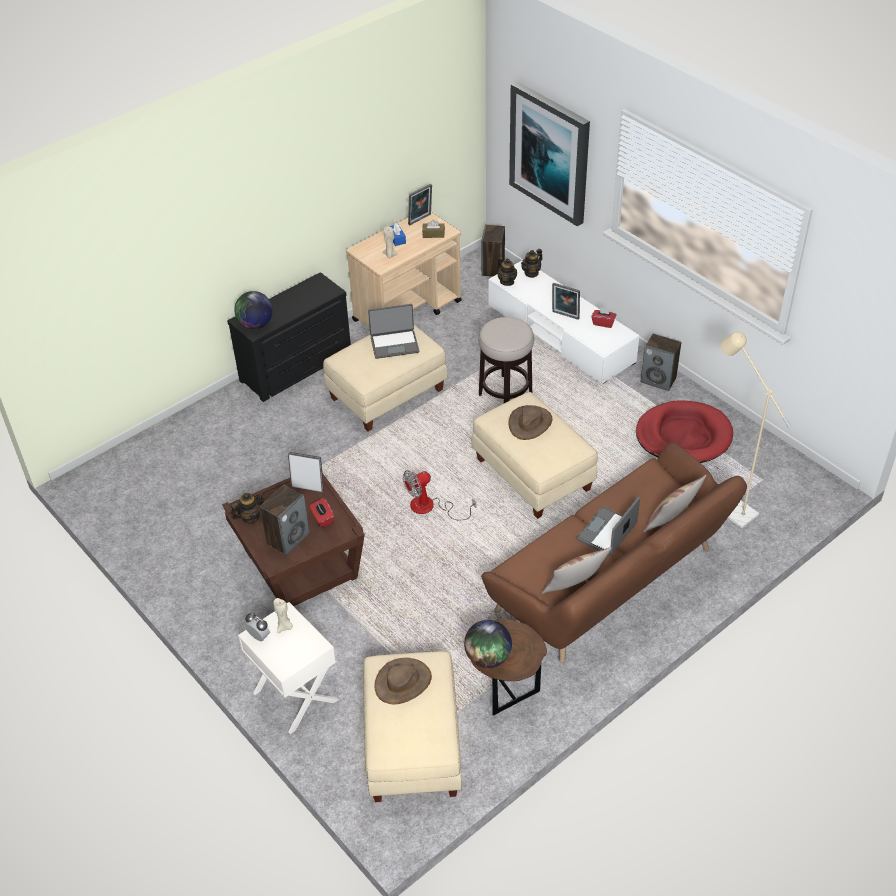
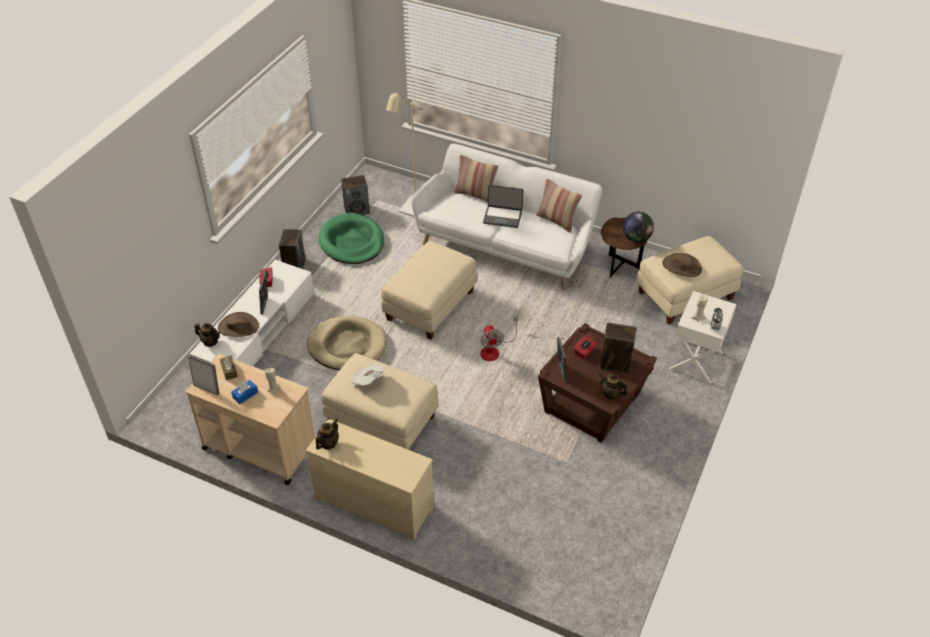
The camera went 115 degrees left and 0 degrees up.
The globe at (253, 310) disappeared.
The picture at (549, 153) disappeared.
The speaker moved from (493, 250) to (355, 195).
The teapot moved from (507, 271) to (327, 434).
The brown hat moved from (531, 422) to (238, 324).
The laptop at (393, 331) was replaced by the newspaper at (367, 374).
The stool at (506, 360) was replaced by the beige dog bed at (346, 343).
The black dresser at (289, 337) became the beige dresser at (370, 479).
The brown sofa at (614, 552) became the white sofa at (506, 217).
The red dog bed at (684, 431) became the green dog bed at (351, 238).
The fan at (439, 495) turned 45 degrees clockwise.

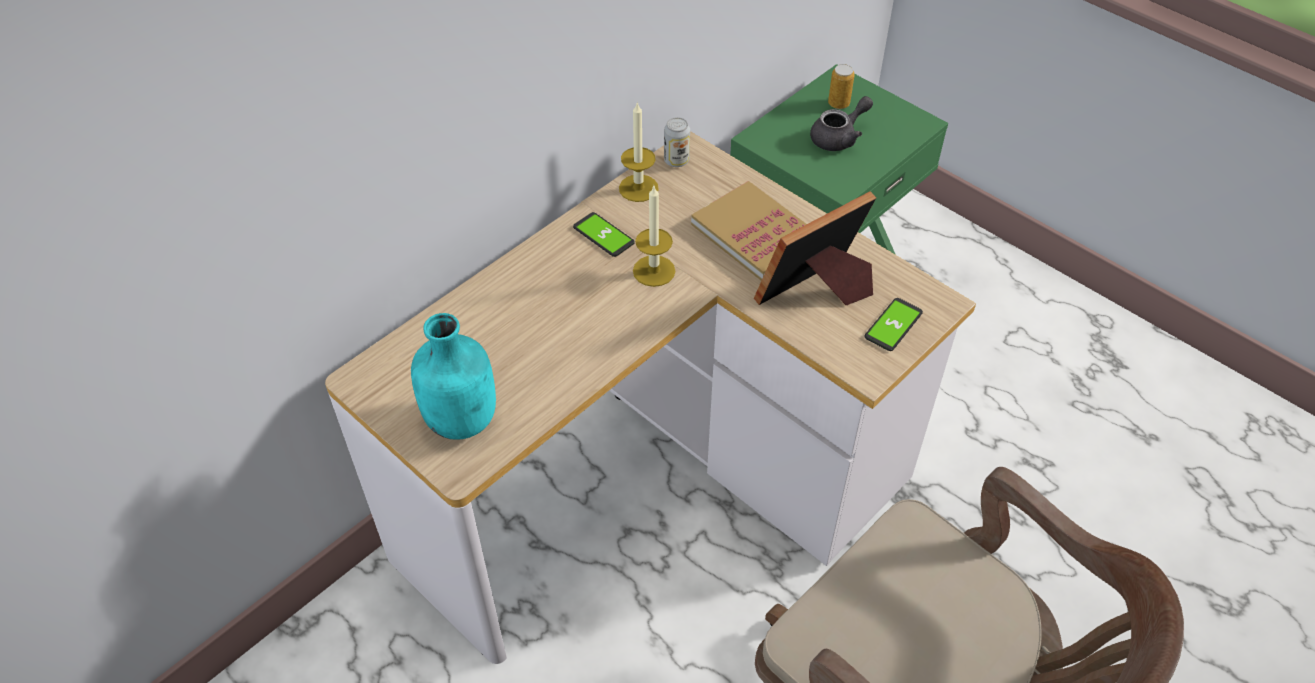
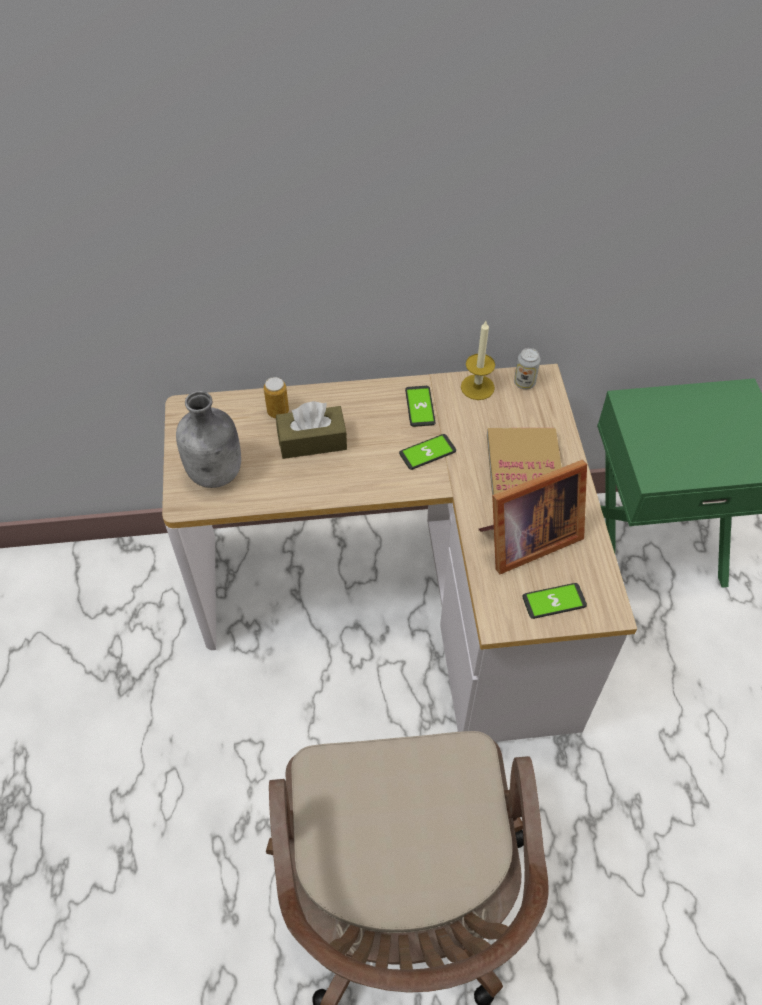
The camera went 40 degrees right and 5 degrees up.
The grey teapot at (841, 123) disappeared.
The brown tissue box at (311, 430) appeared.
The can moved from (841, 86) to (276, 397).
The candle at (654, 236) was replaced by the phone at (427, 452).
The turquoise bottle at (453, 376) became the grey bottle at (208, 439).
The picture frame at (815, 248) turned 150 degrees clockwise.

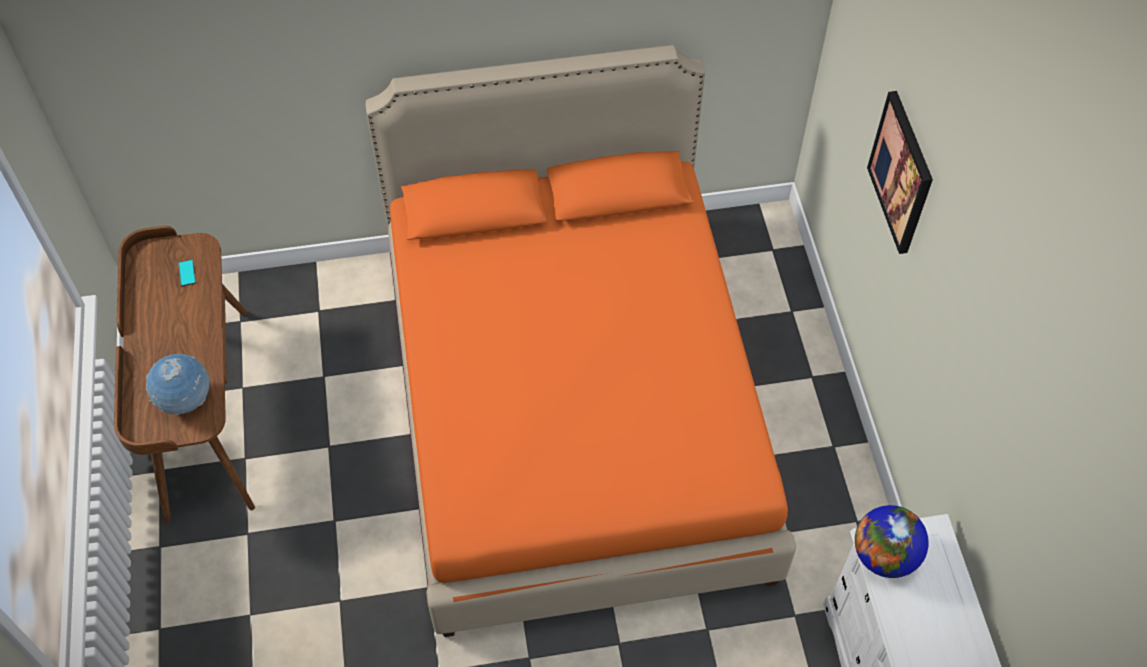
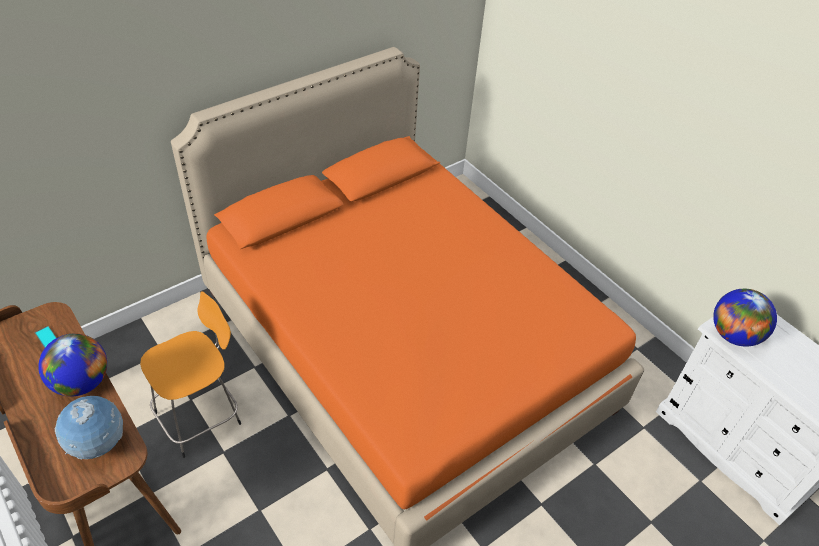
The camera went 30 degrees left and 10 degrees down.
The picture at (900, 172) disappeared.
The globe at (72, 365) appeared.
The orange stool at (190, 374) appeared.

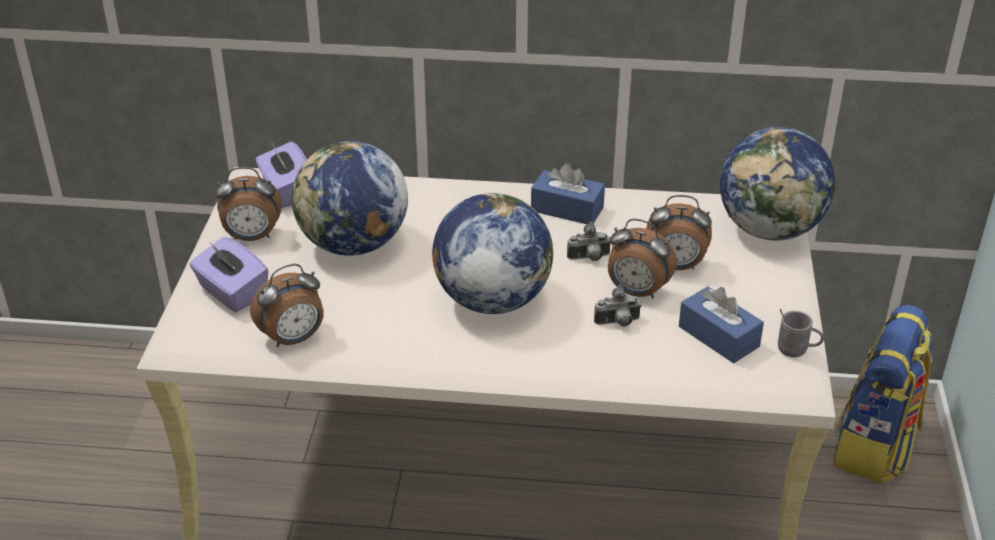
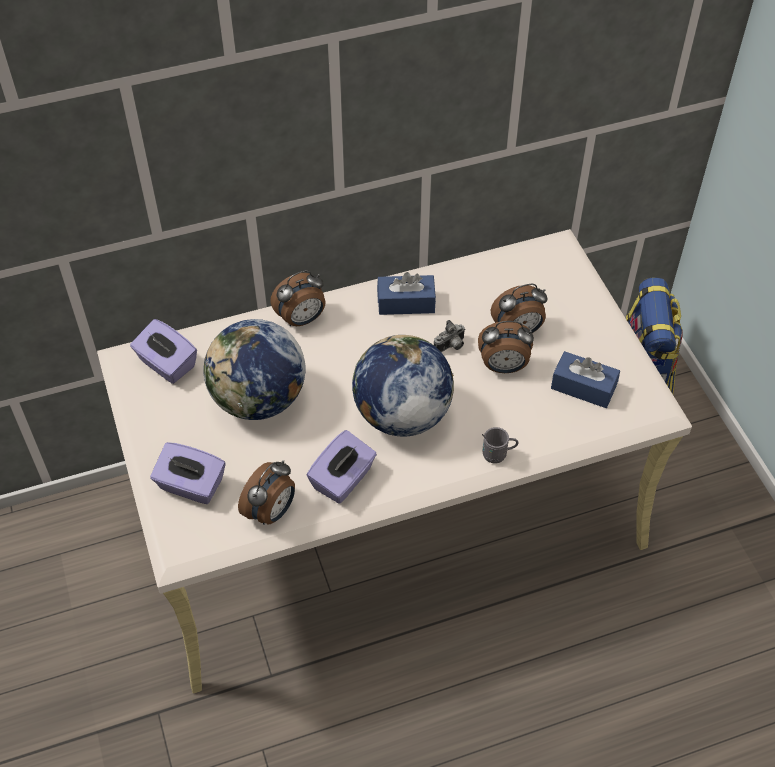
The camera went 25 degrees left and 15 degrees up.
The photo camera at (618, 306) disappeared.
The globe at (777, 184) disappeared.
The purple tissue box at (342, 467) appeared.
The alarm clock moved from (248, 204) to (298, 298).
The grey mug moved from (801, 333) to (500, 445).

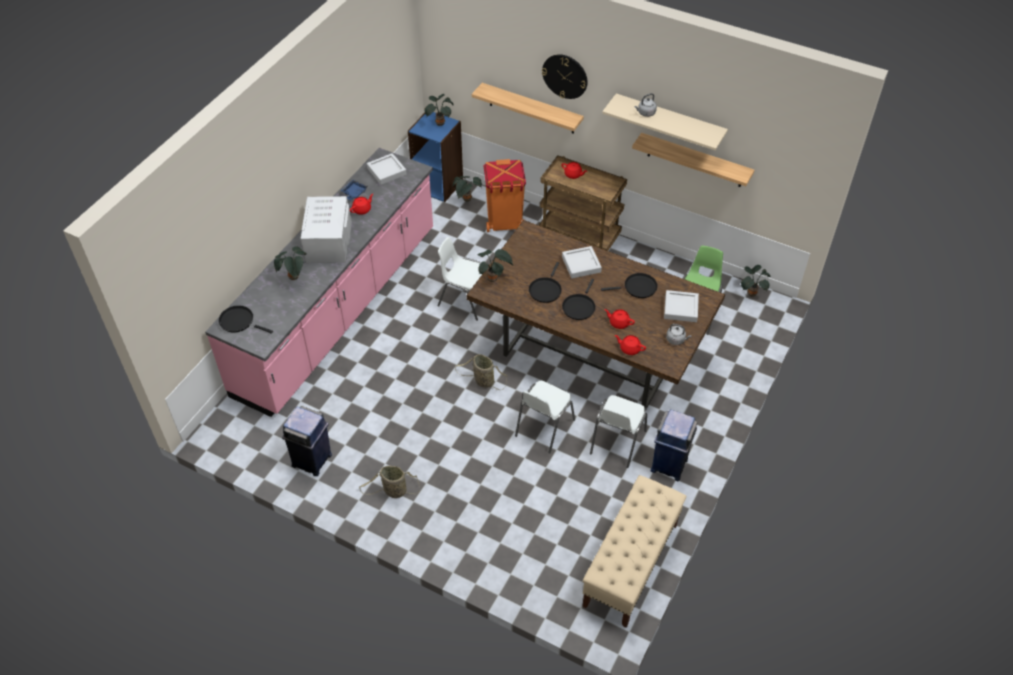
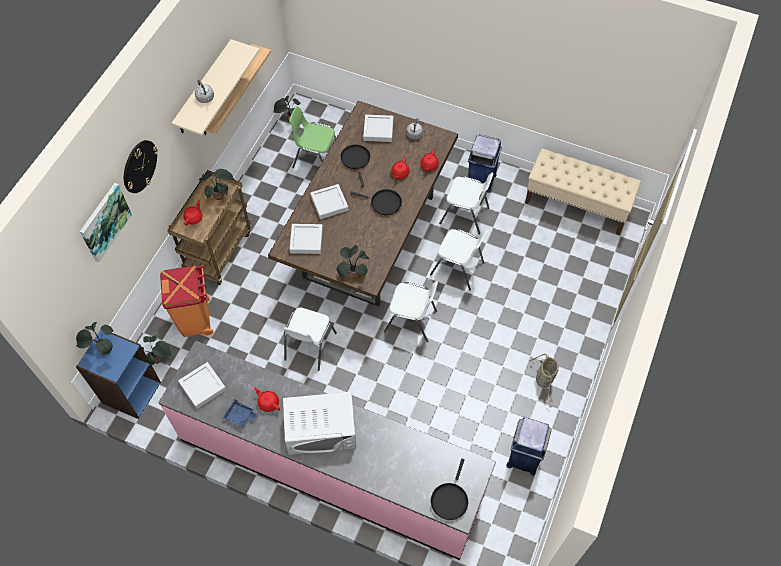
The camera went 95 degrees left and 10 degrees up.
The shelf at (528, 108) disappeared.
The black frying pan at (545, 282) disappeared.
The picture at (106, 222) appeared.
The grey tray at (306, 239) appeared.
The potted plant moved from (290, 263) to (217, 184).
The basket at (481, 372) was replaced by the white chair at (411, 311).

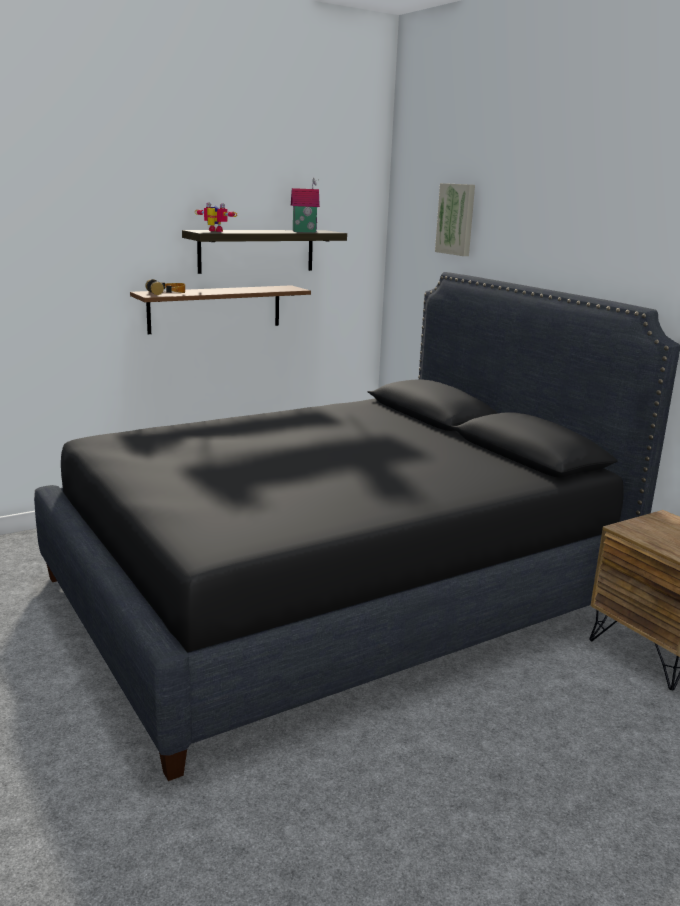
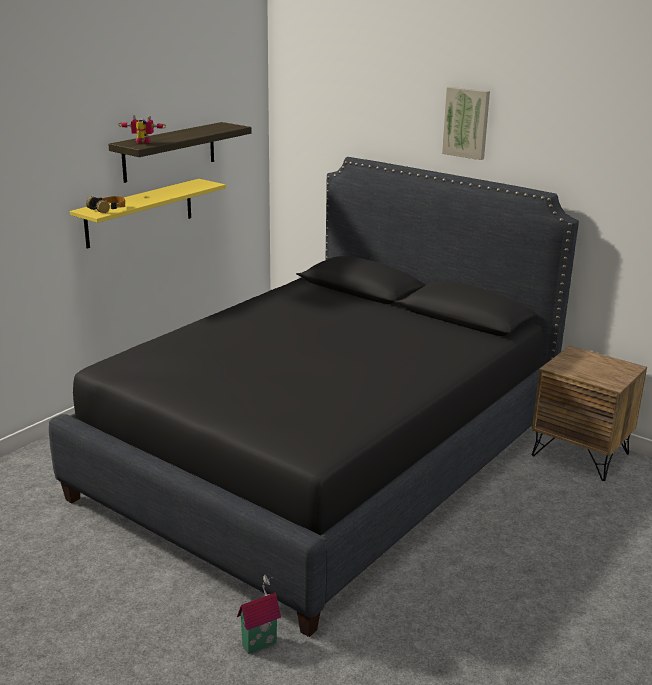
The camera went 20 degrees left and 5 degrees up.
The toy house moved from (305, 205) to (259, 614).
The picture moved from (455, 219) to (466, 123).
The brown shelf at (220, 309) became the yellow shelf at (148, 214).

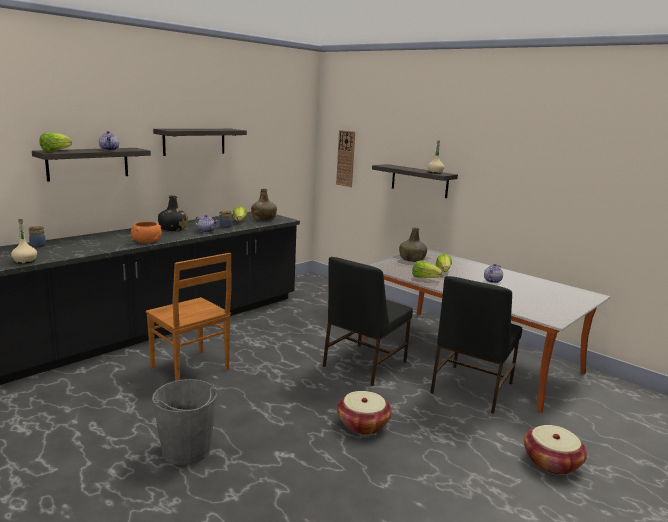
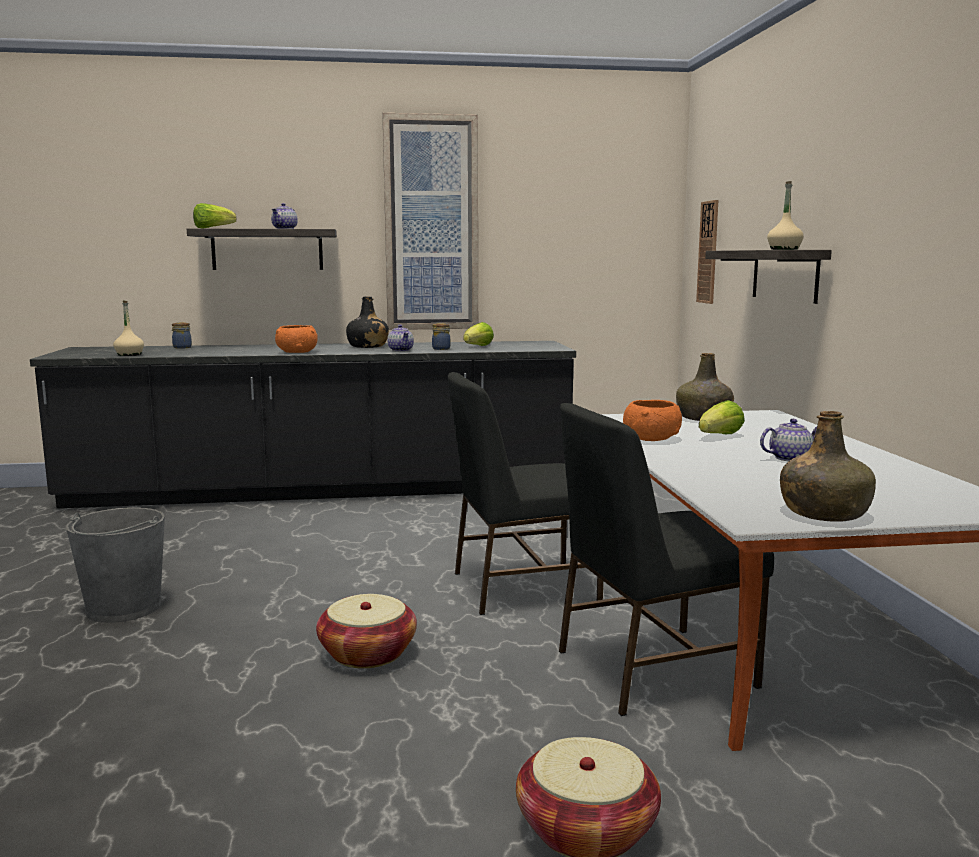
The camera went 40 degrees right and 5 degrees down.
The brown chair at (189, 317) disappeared.
The green bottle moved from (264, 204) to (828, 466).
The shelf at (200, 142) was replaced by the picture at (430, 221).
The lettuce at (427, 269) was replaced by the orange bowl at (652, 420).

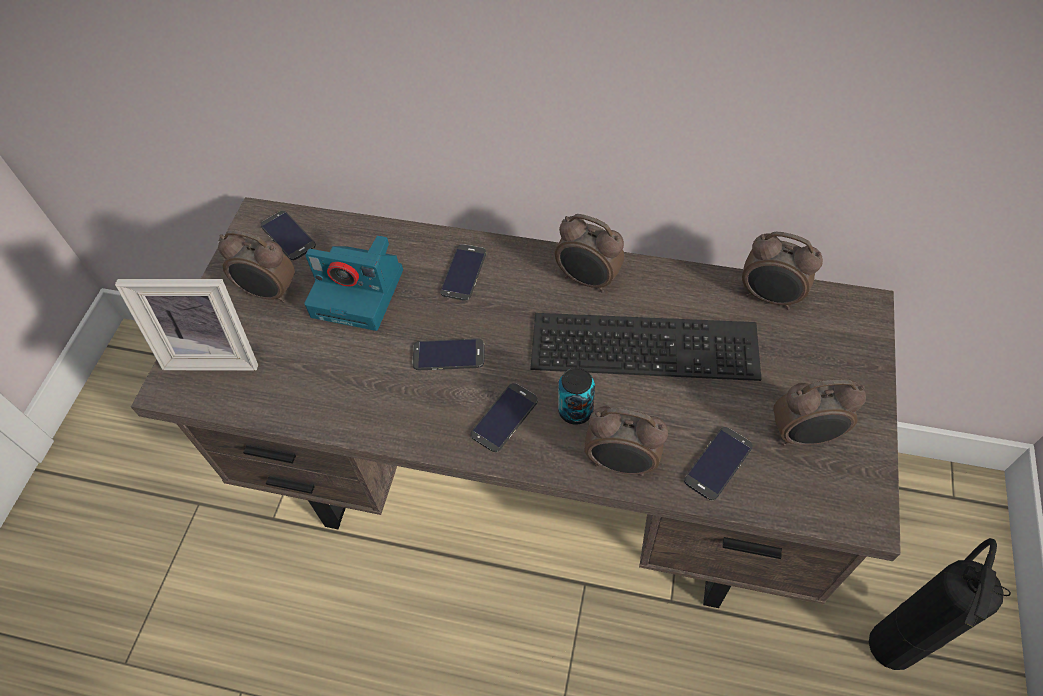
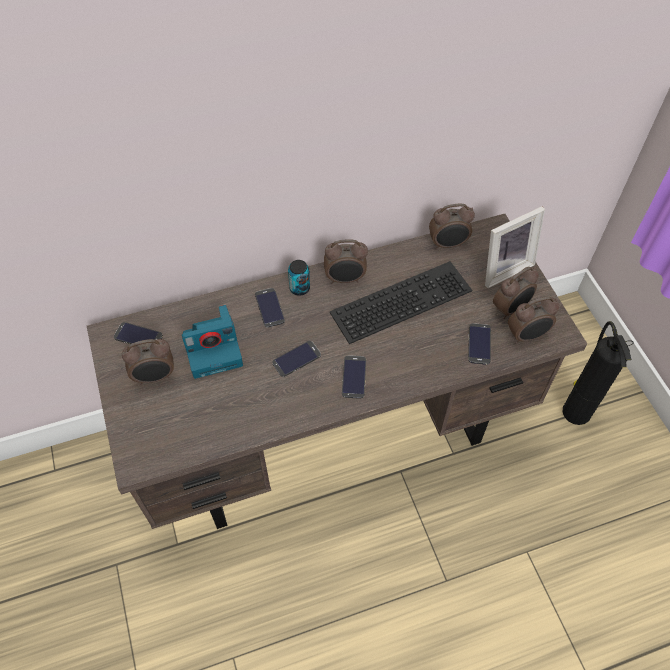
The camera went 35 degrees left and 0 degrees up.
The picture frame moved from (186, 325) to (515, 247).
The can moved from (576, 396) to (299, 278).
The alarm clock moved from (626, 441) to (533, 320).

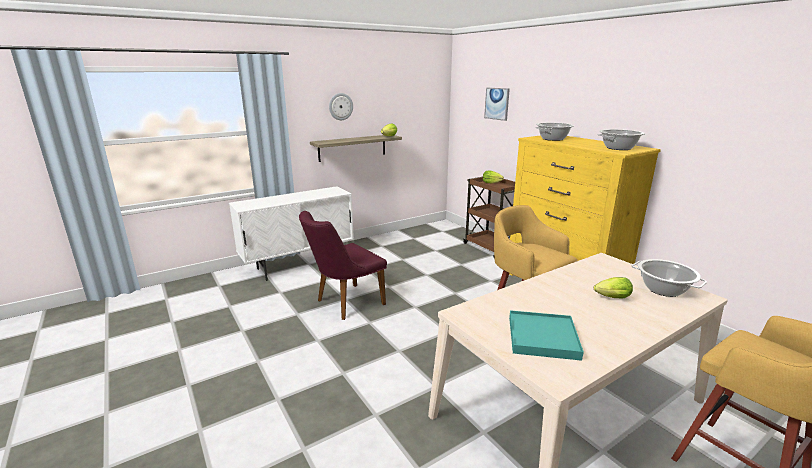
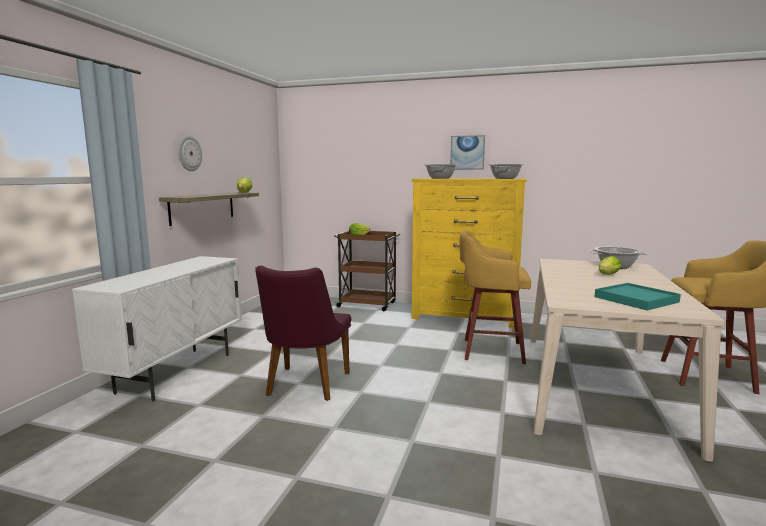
The camera went 40 degrees left and 10 degrees down.
The picture moved from (497, 104) to (467, 152).

